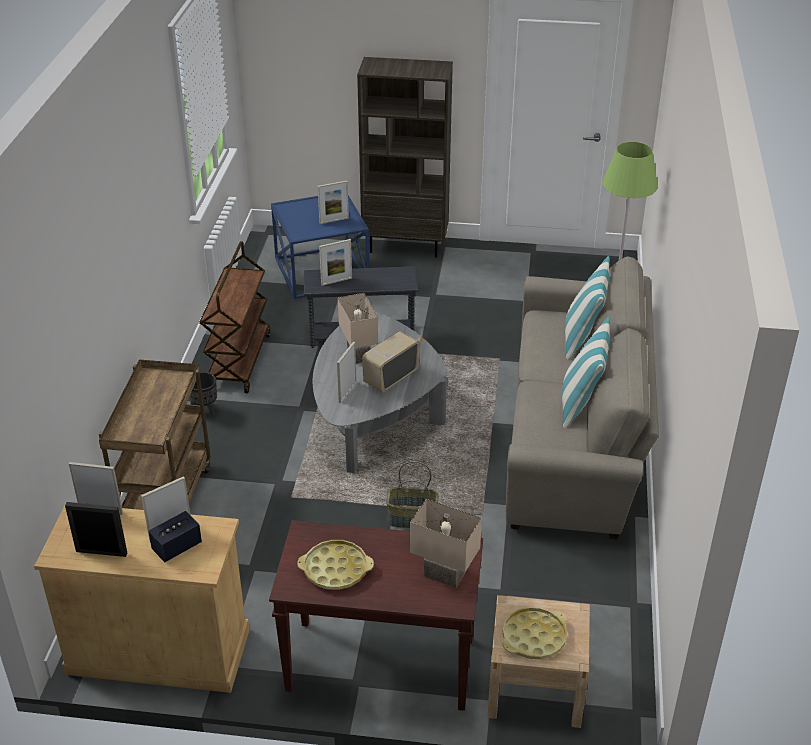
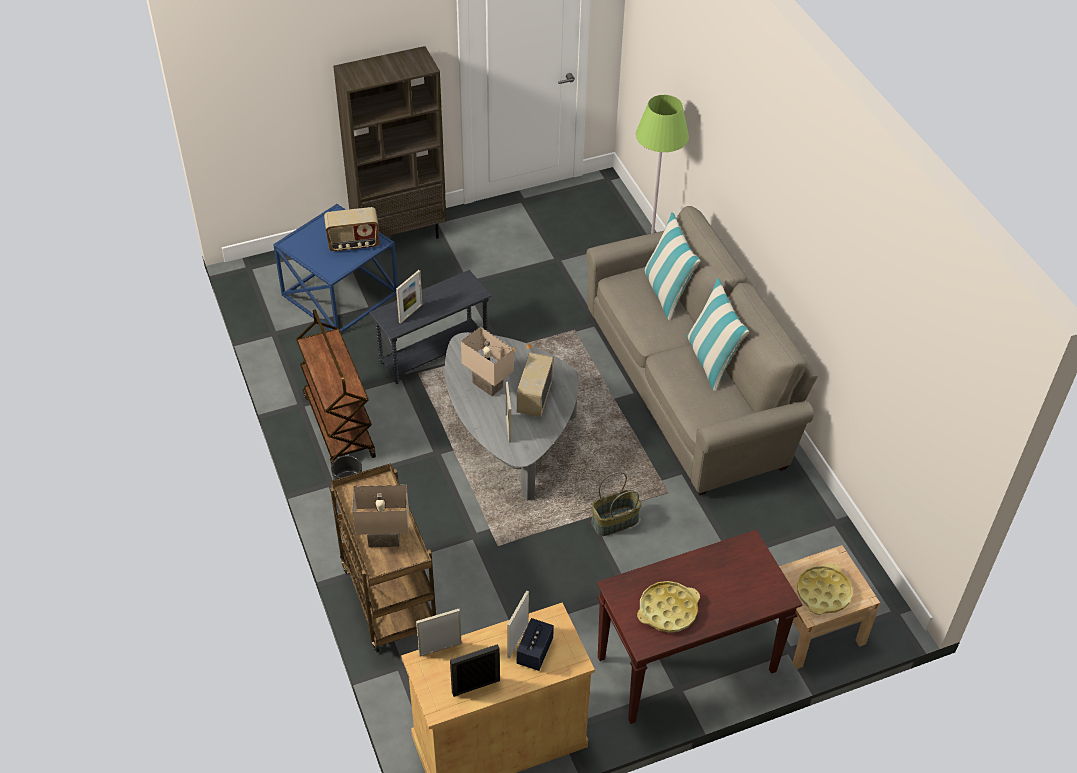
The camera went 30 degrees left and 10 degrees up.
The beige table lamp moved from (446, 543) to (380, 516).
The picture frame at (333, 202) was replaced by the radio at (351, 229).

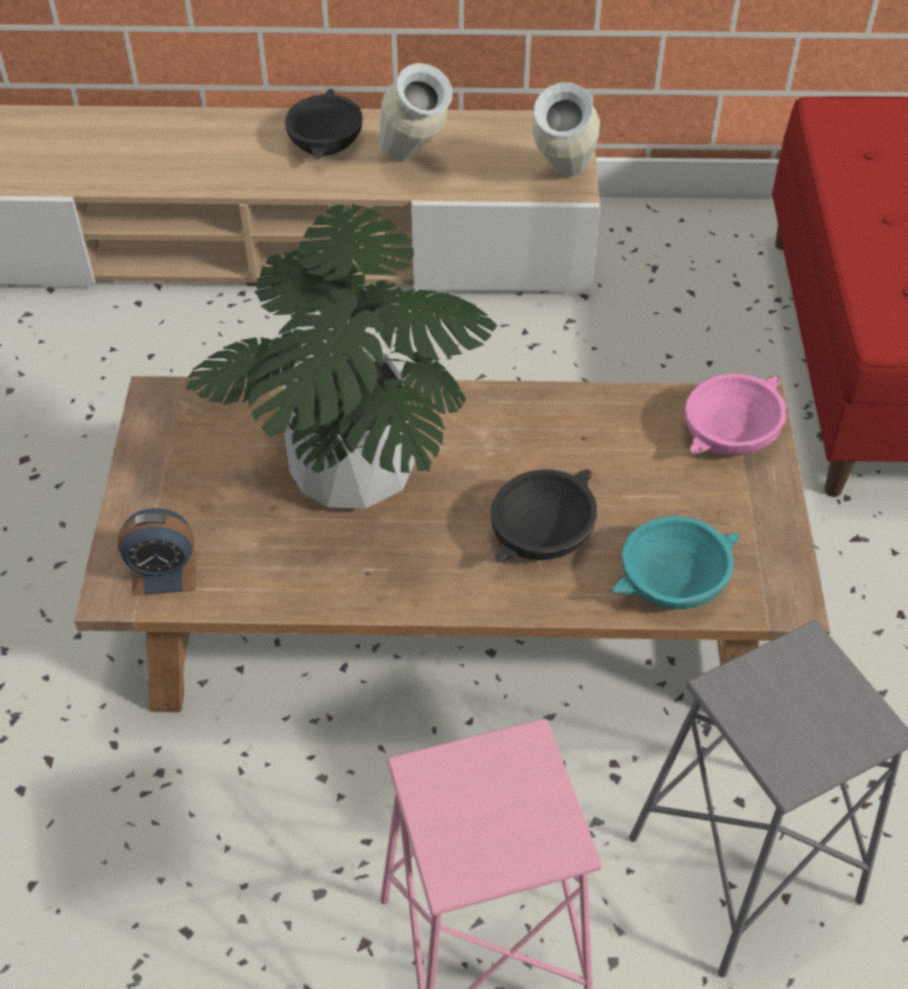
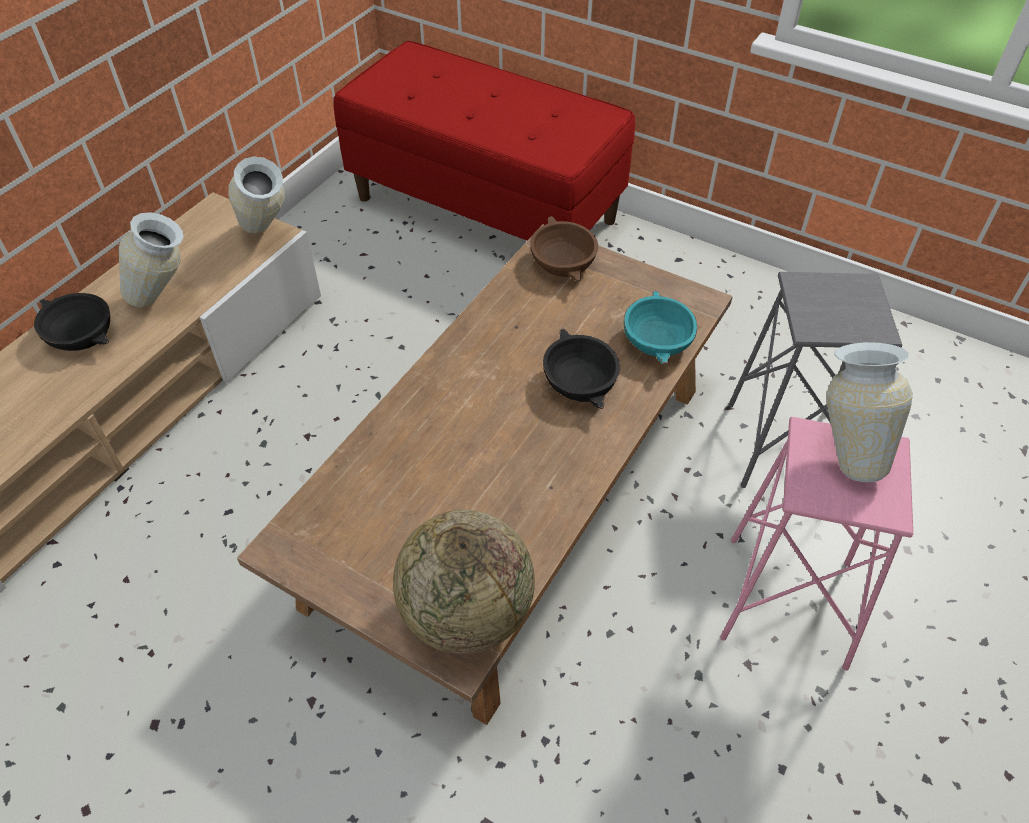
The camera went 60 degrees left and 0 degrees up.
The potted plant at (341, 356) disappeared.
The vase at (869, 412) appeared.
The alarm clock at (157, 552) was replaced by the globe at (464, 582).
The pink bowl at (736, 415) became the brown bowl at (564, 248).

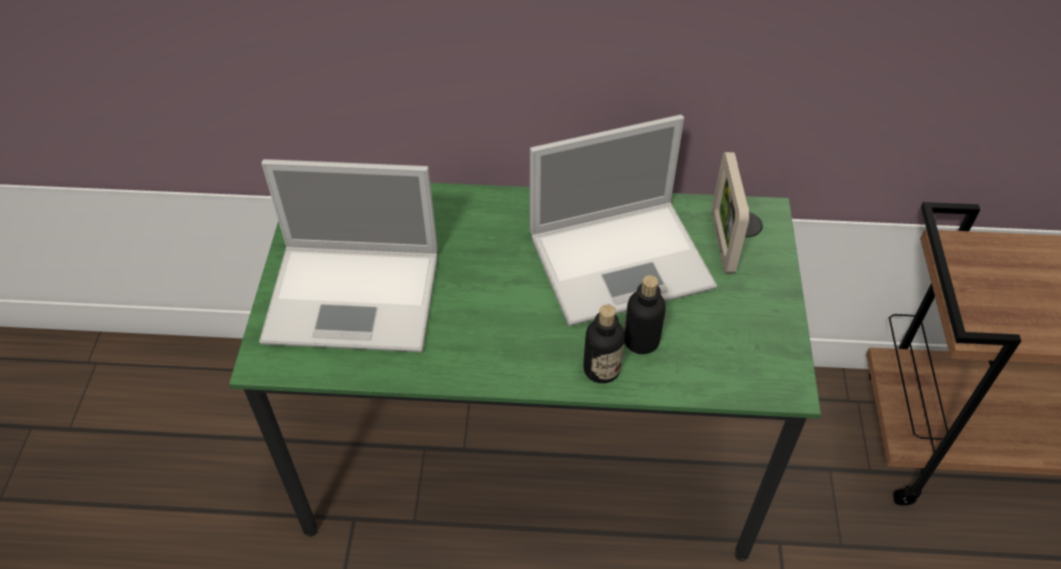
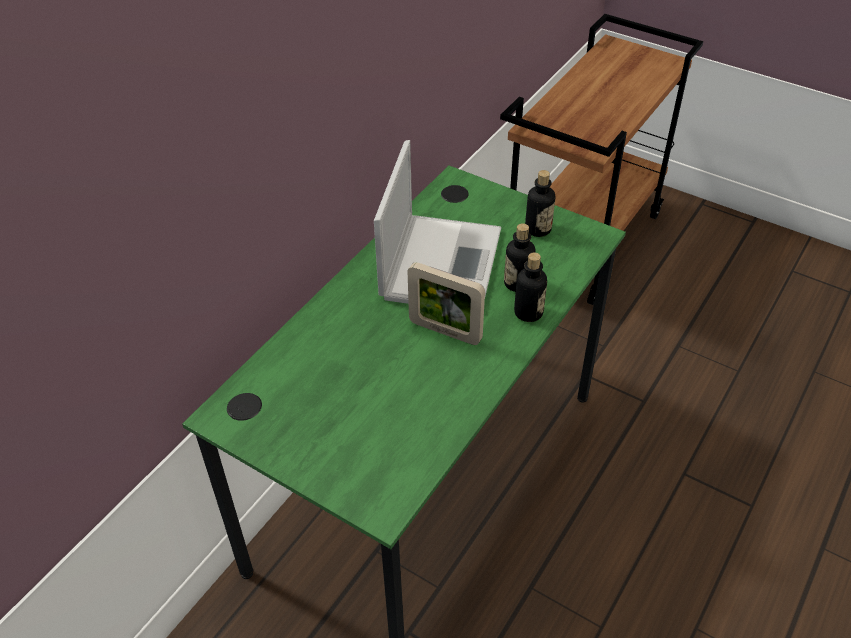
The camera went 60 degrees left and 5 degrees down.
The laptop at (348, 255) disappeared.
The bottle at (540, 203) appeared.
The picture frame moved from (731, 212) to (446, 303).

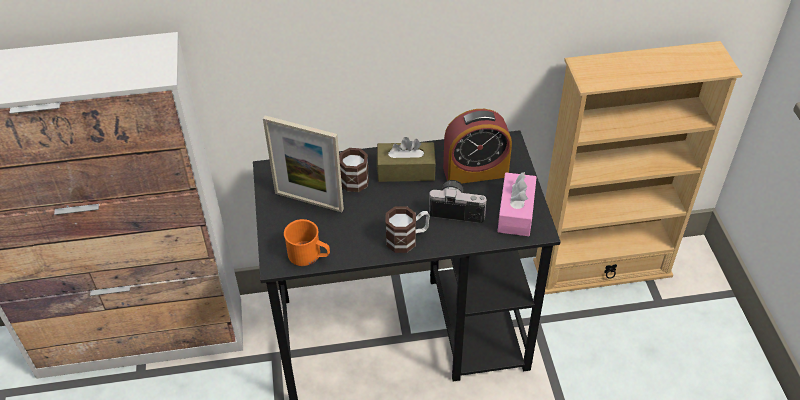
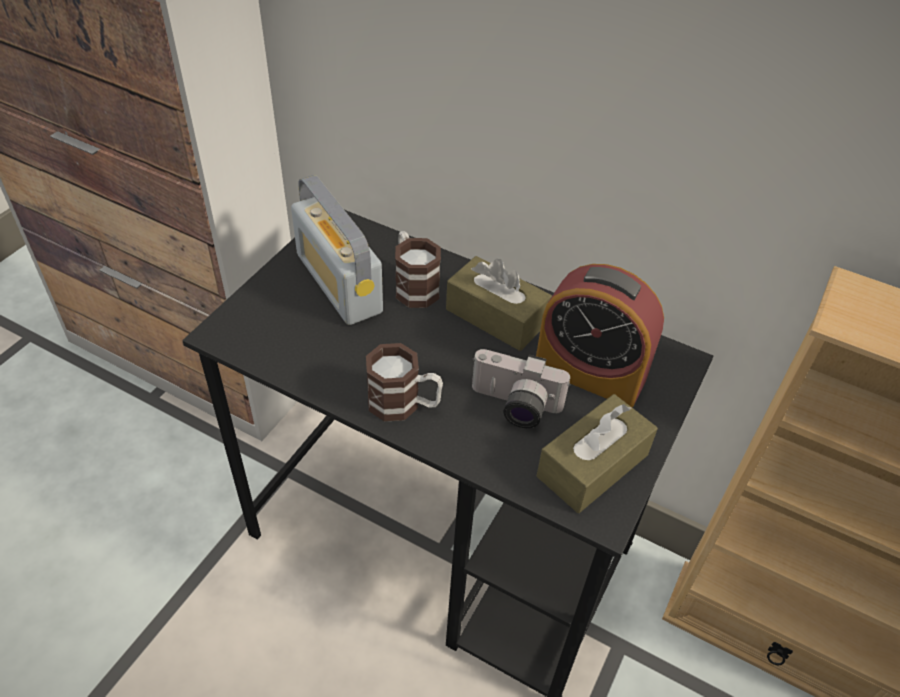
The camera went 35 degrees right and 0 degrees up.
The orange mug at (307, 242) disappeared.
The picture frame at (303, 164) was replaced by the radio at (337, 250).
The pink tissue box at (517, 204) became the brown tissue box at (597, 453).
The photo camera at (458, 201) turned 150 degrees clockwise.

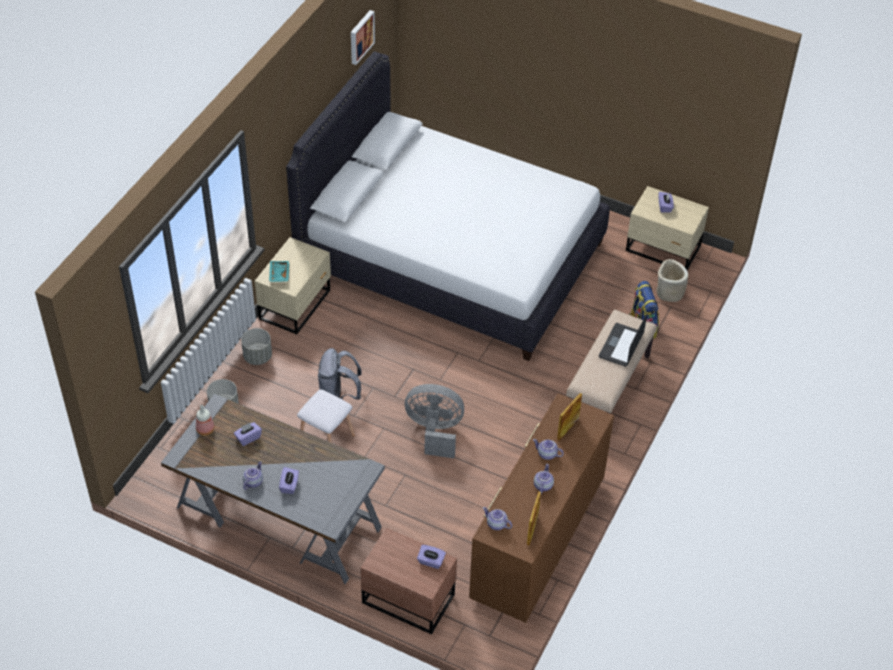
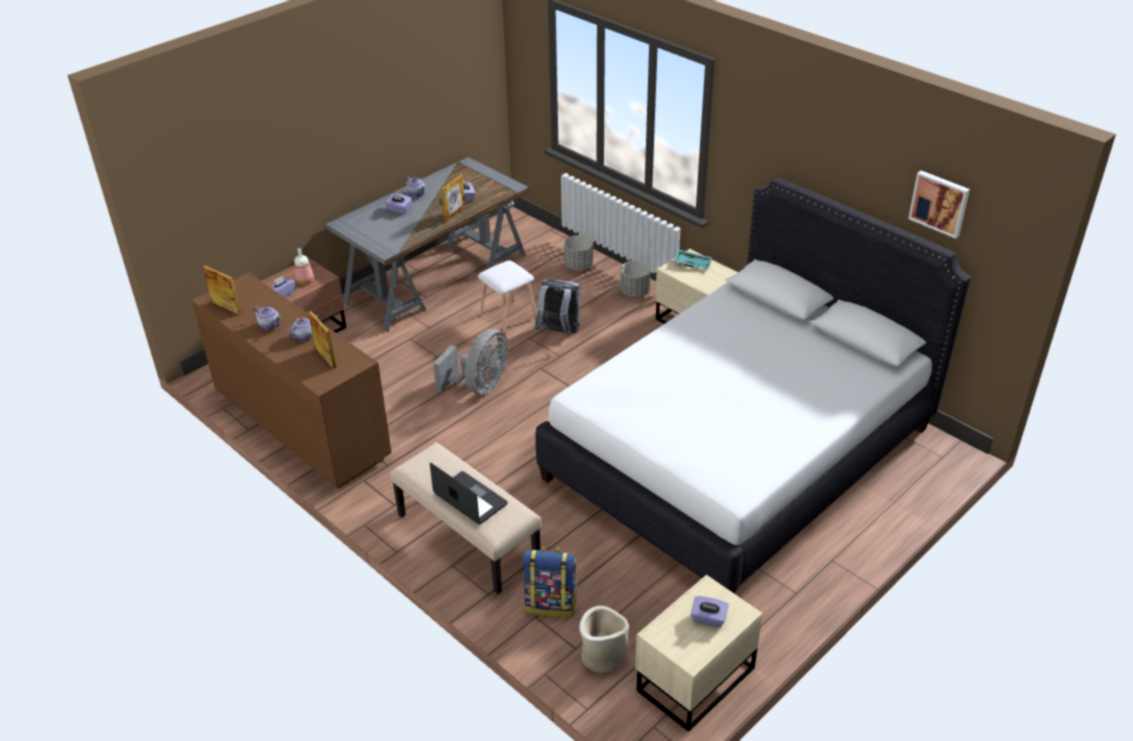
The camera went 110 degrees right and 10 degrees down.
The teapot at (497, 518) disappeared.
The picture frame at (453, 198) appeared.
The bottle moved from (205, 420) to (304, 266).

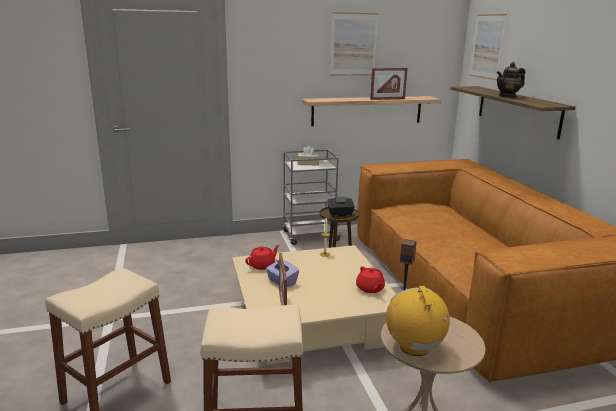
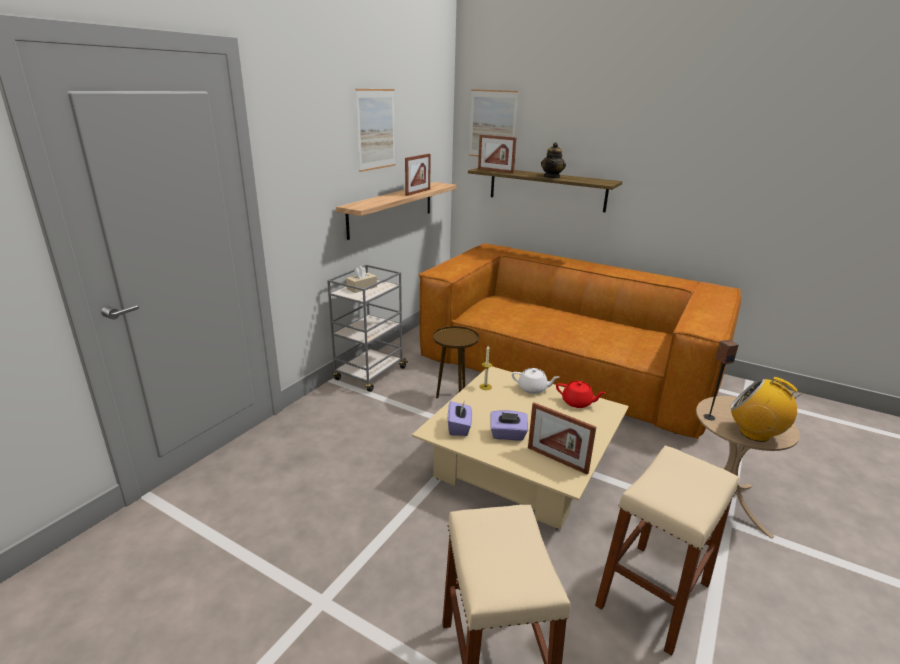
The camera went 45 degrees left and 5 degrees up.
The black tissue box at (341, 206) disappeared.
The picture frame at (497, 154) appeared.
The white teapot at (535, 381) appeared.
The red teapot at (262, 257) was replaced by the purple tissue box at (460, 418).

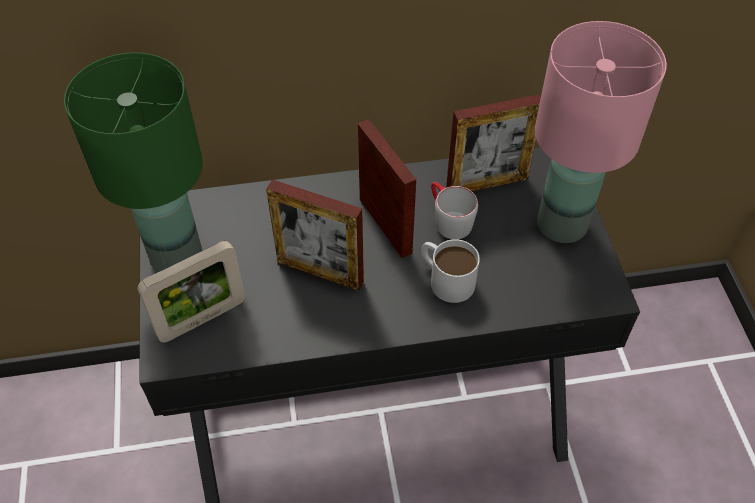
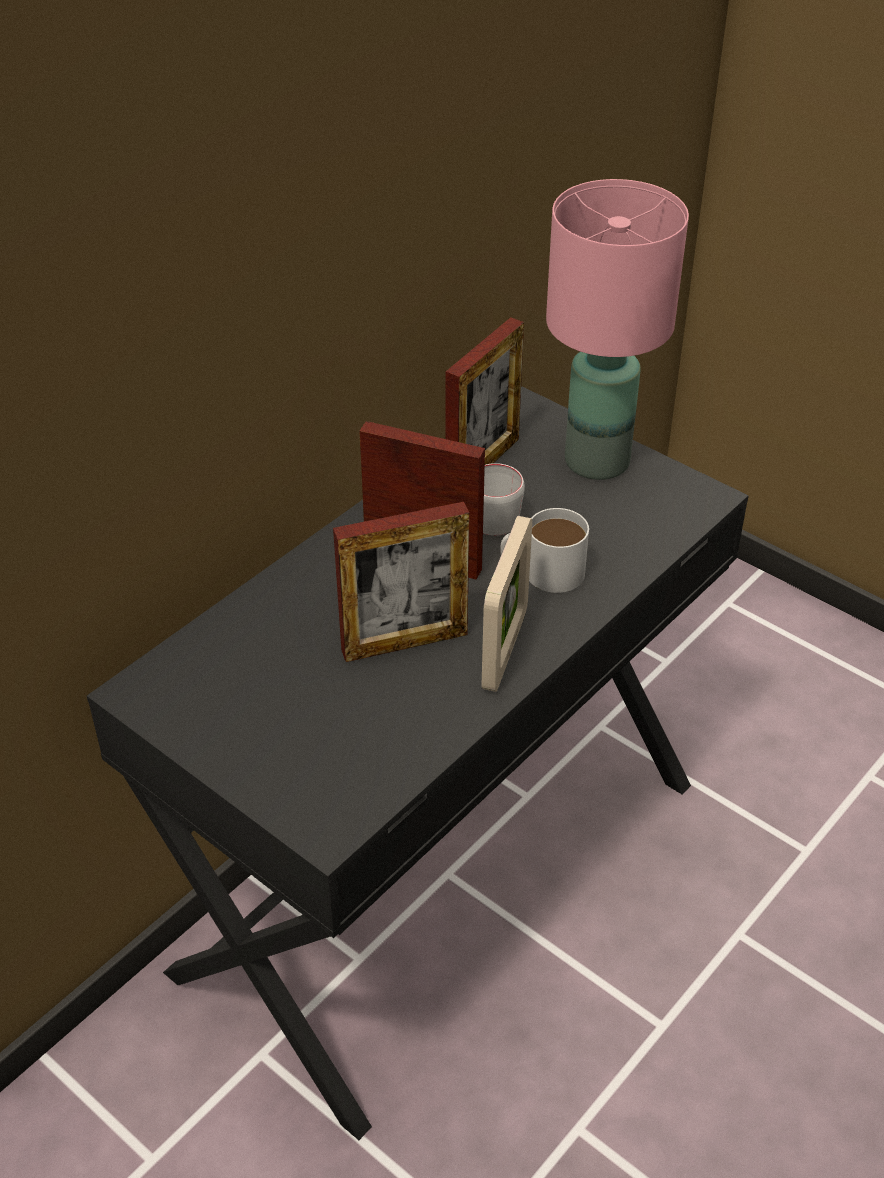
The camera went 40 degrees left and 10 degrees down.
The green table lamp at (133, 162) disappeared.
The picture frame moved from (191, 291) to (507, 604).

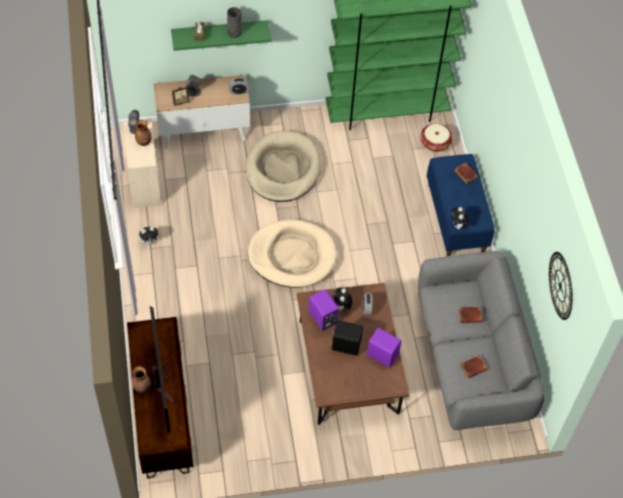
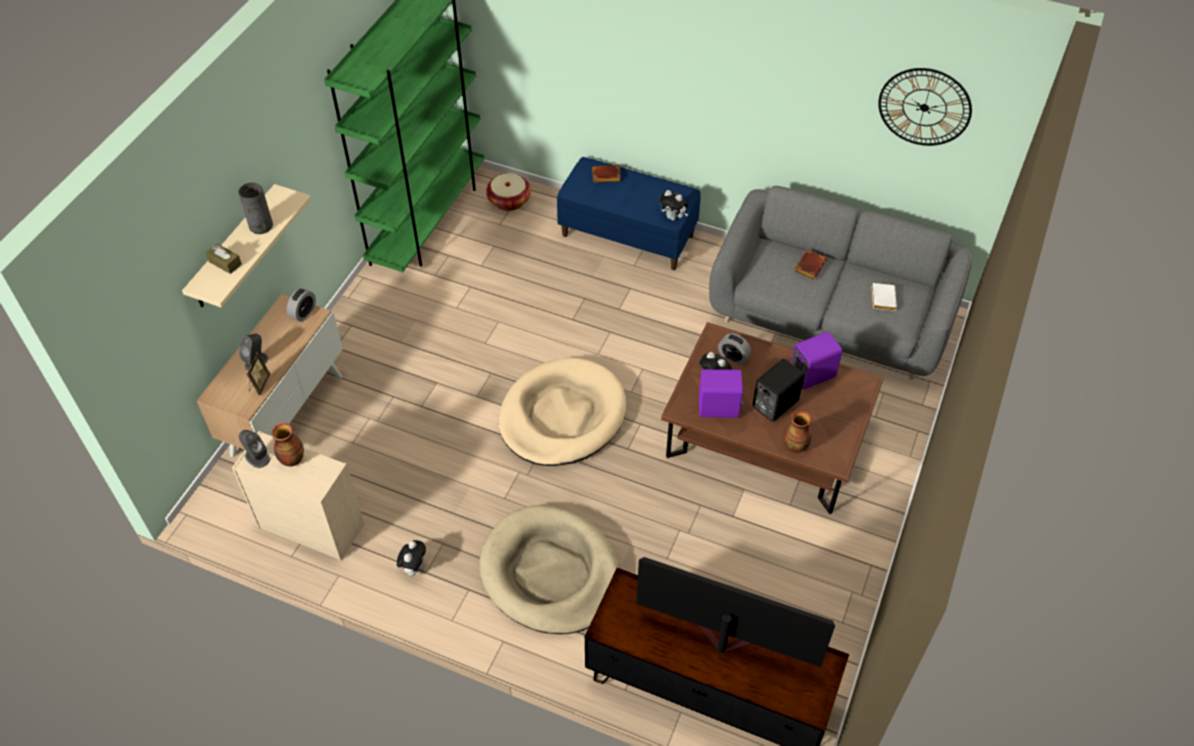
The camera went 55 degrees left and 5 degrees down.
The vase moved from (141, 379) to (798, 432).
The beige dog bed moved from (283, 166) to (550, 569).
The green shelf at (221, 35) became the beige shelf at (246, 246).
The brown book at (473, 366) became the white book at (884, 297).

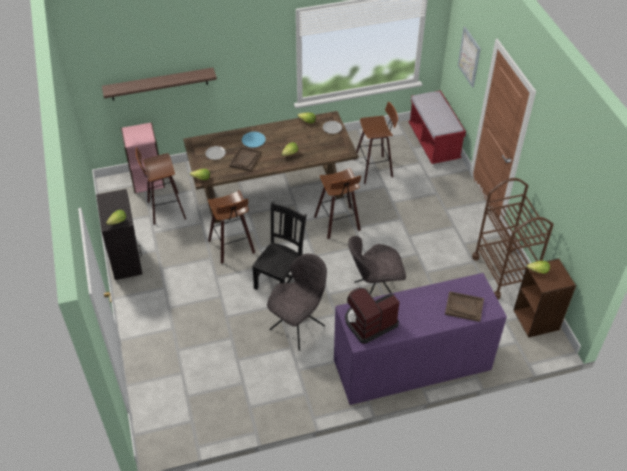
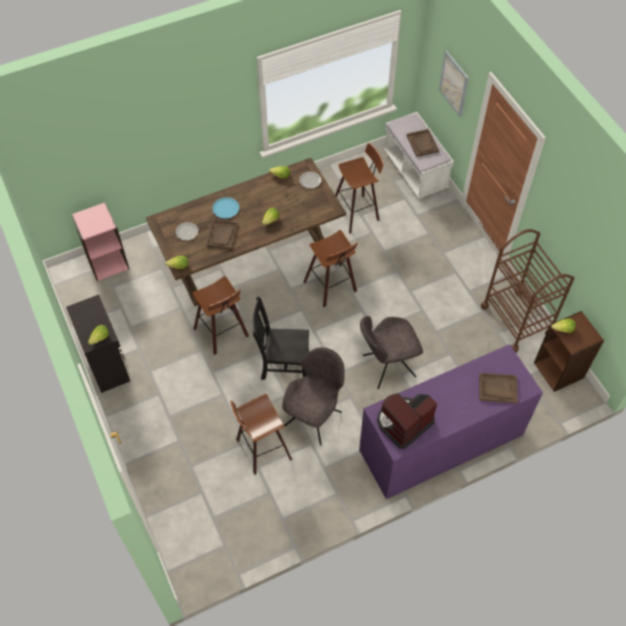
The camera went 10 degrees left and 10 degrees up.
The shelf at (159, 84) disappeared.
The brown tray at (423, 143) appeared.
The stool moved from (161, 186) to (261, 434).
The red bench at (437, 127) became the white bench at (419, 155).
The black chair at (279, 245) turned 105 degrees counterclockwise.

